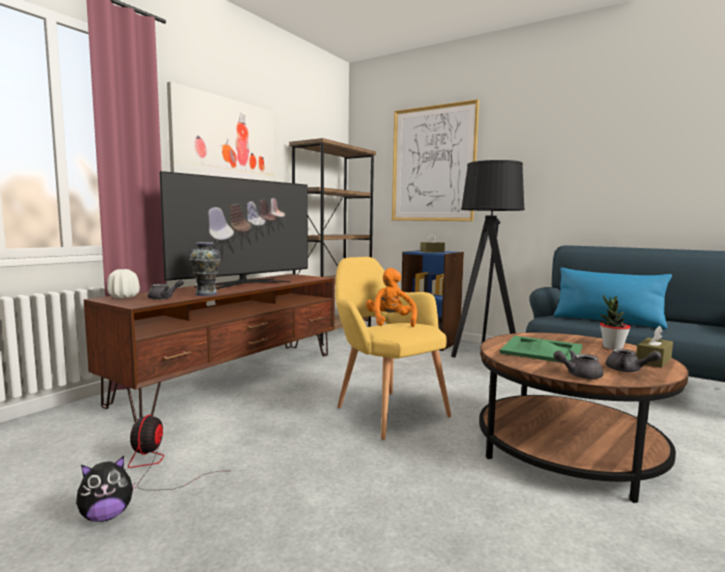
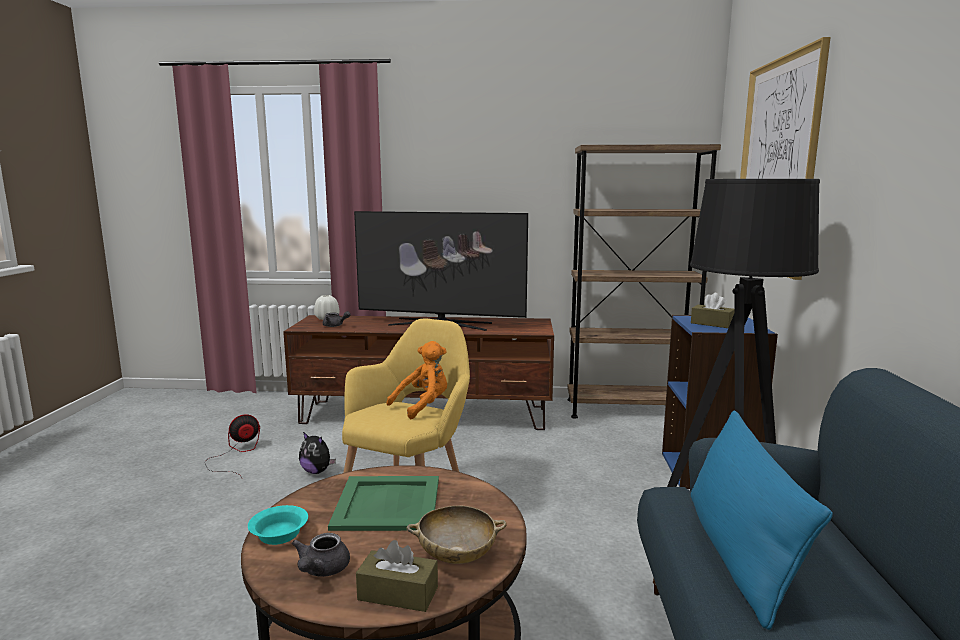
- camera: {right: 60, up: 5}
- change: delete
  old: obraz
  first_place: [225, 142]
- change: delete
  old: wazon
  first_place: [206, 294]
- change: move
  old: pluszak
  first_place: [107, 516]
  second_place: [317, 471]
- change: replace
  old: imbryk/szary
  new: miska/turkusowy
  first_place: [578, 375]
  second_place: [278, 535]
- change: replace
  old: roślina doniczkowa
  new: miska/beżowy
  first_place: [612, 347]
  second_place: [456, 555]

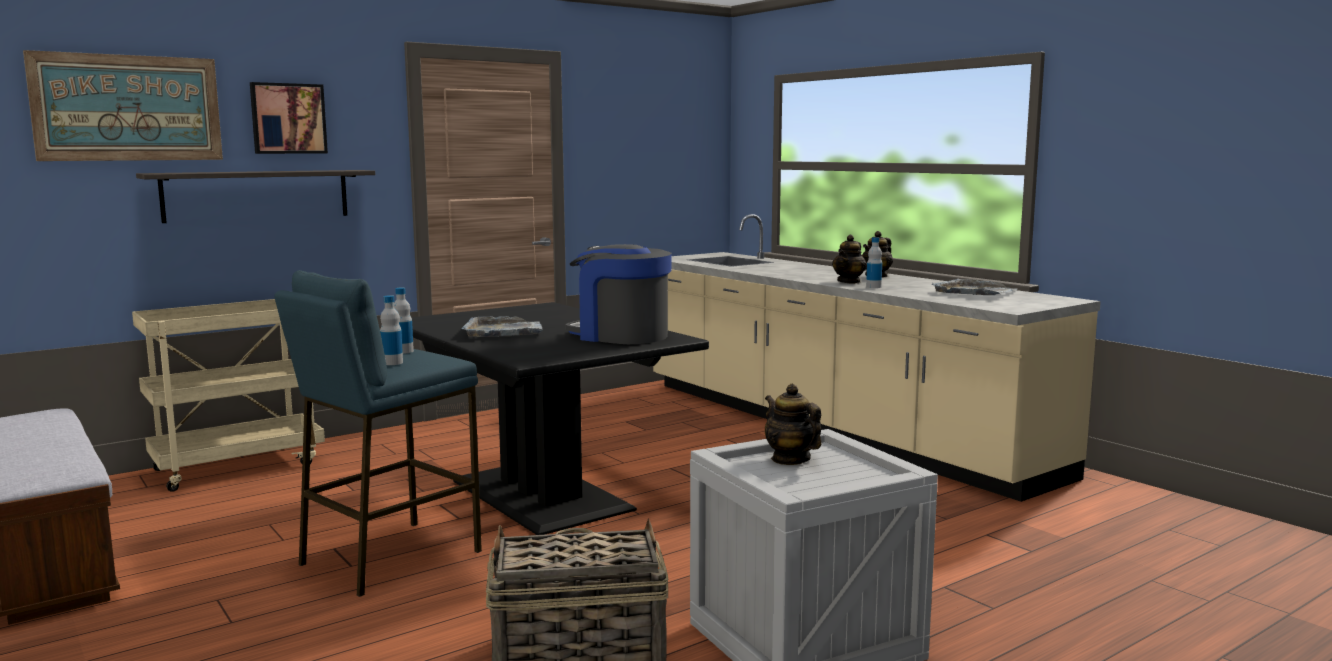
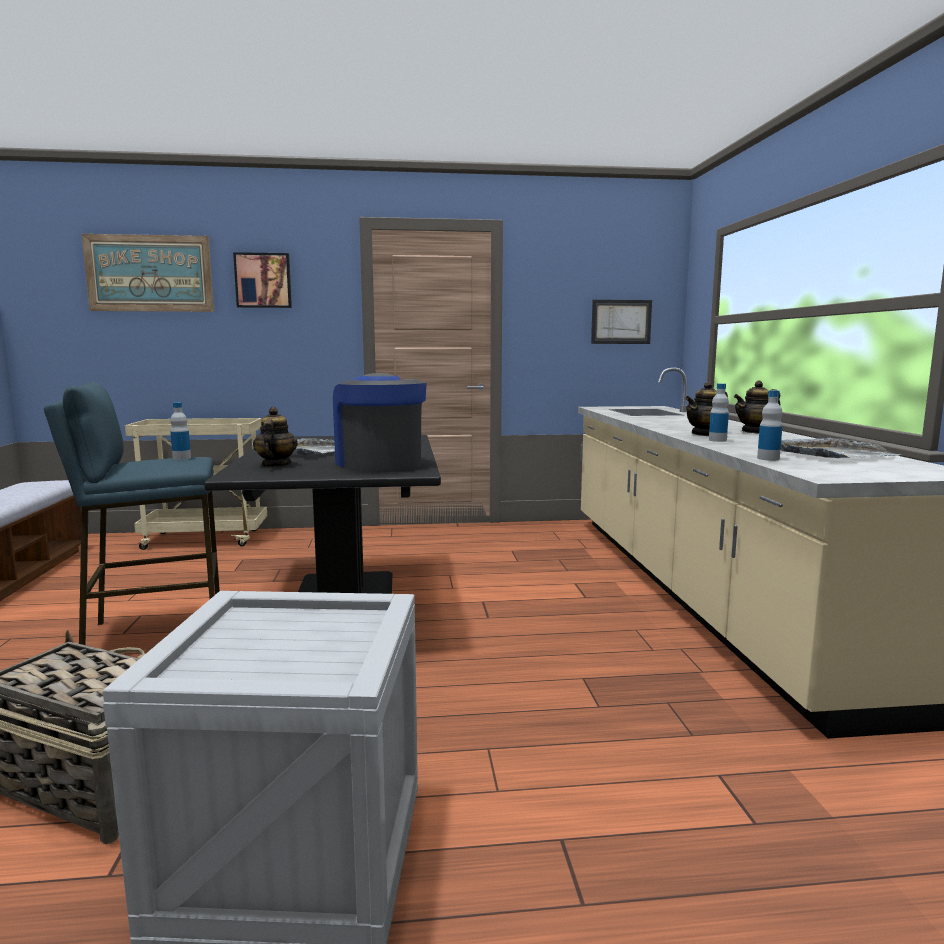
- camera: {right: 30, up: 0}
- change: delete
  old: półka
  first_place: [257, 195]
- change: insert
  new: obraz
  second_place: [621, 322]
- change: move
  old: butelka
  first_place: [392, 363]
  second_place: [768, 459]
- change: move
  old: imbryk
  first_place: [790, 459]
  second_place: [275, 465]

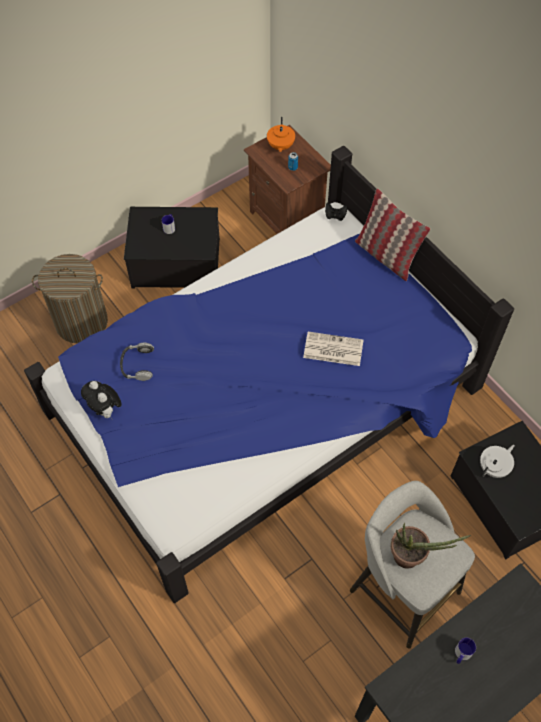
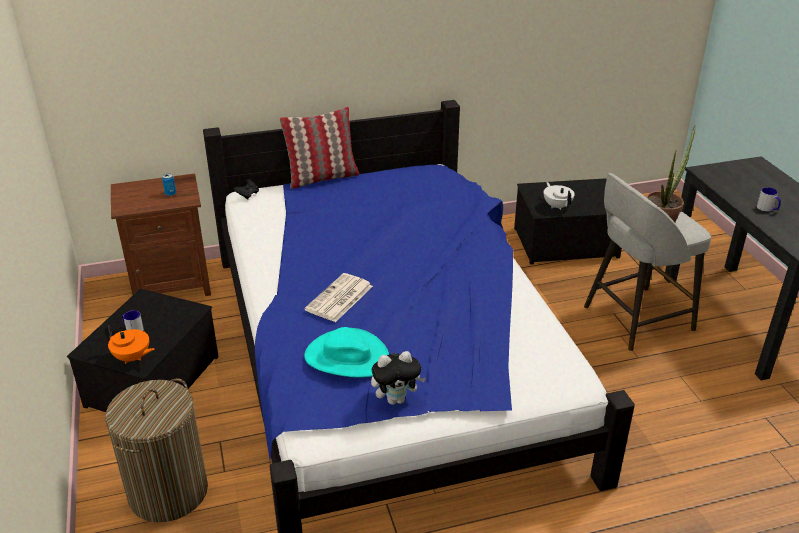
- camera: {right: -70, up: -25}
- change: move
  old: imbryk/pomarańczowy
  first_place: [280, 146]
  second_place: [132, 358]
- change: move
  old: gazeta
  first_place: [332, 349]
  second_place: [339, 299]
- change: replace
  old: słuchawki
  new: kapelusz/turkusowy
  first_place: [137, 365]
  second_place: [346, 357]

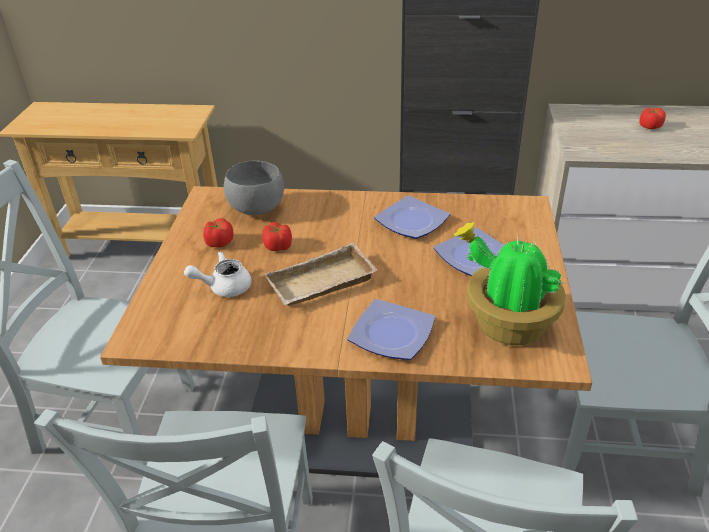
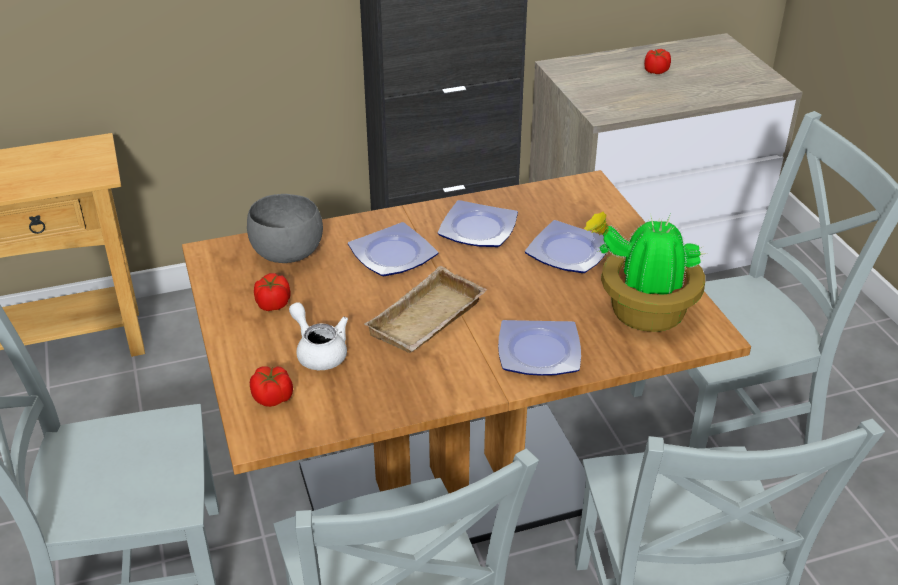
- camera: {right: -25, up: 0}
- change: insert
  new: talerz
  second_place: [393, 254]
- change: move
  old: pomidor
  first_place: [278, 247]
  second_place: [273, 398]
- change: rotate
  old: imbryk/biały
  first_place: [224, 287]
  second_place: [319, 351]
  degrees: 90

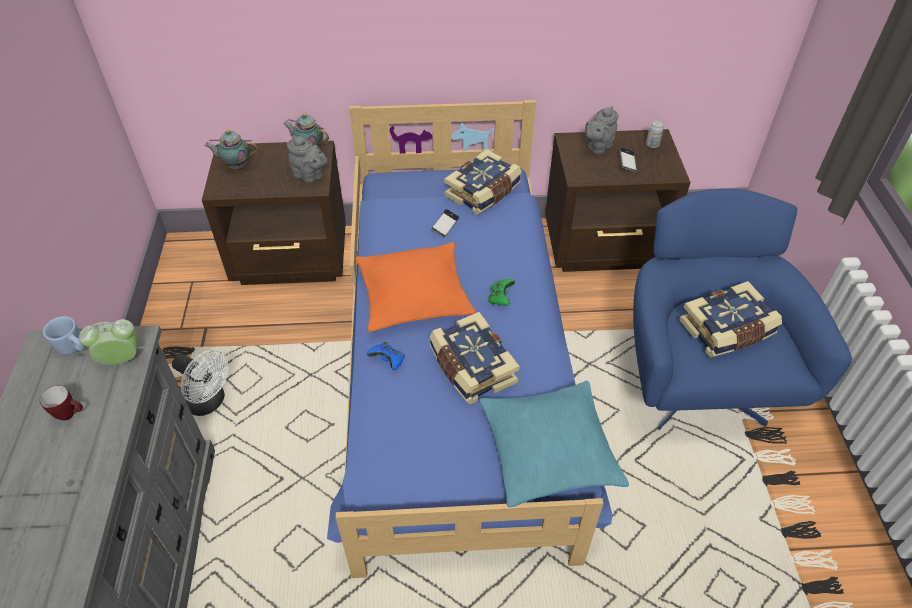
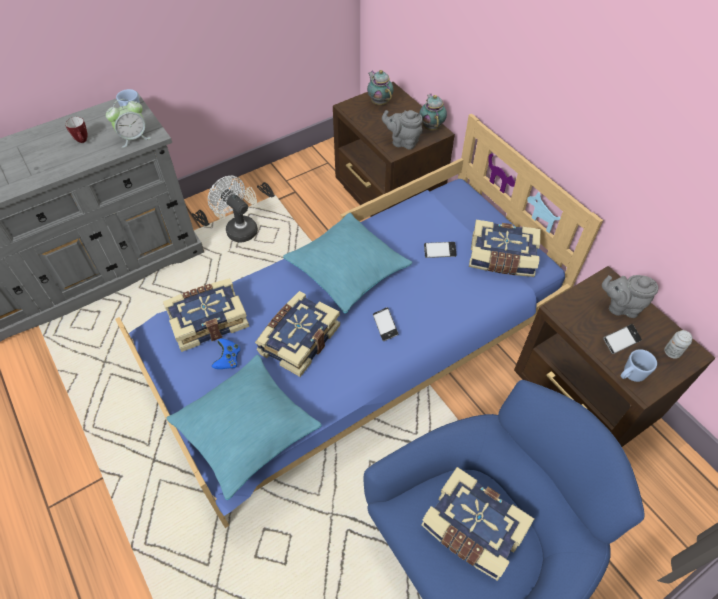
- camera: {right: 60, up: 5}
- change: insert
  new: książka
  second_place: [208, 320]
- change: insert
  new: kubek/niebieski
  second_place: [630, 375]
- change: move
  old: pad do gier/niebieski
  first_place: [388, 361]
  second_place: [228, 359]
- change: replace
  old: pad do gier/zielony
  new: telefon
  first_place: [500, 298]
  second_place: [385, 326]
- change: recolor
  old: poduszka/pomarańczowy
  new: poduszka/turkusowy
  first_place: [414, 295]
  second_place: [347, 269]
- change: rotate
  old: budzik
  first_place: [122, 360]
  second_place: [134, 138]
  degrees: 105
- change: rotate
  old: wentylator/biały
  first_place: [209, 402]
  second_place: [238, 228]
  degrees: 135
- change: rotate
  old: imbryk/szary
  first_place: [310, 175]
  second_place: [403, 142]
  degrees: 105

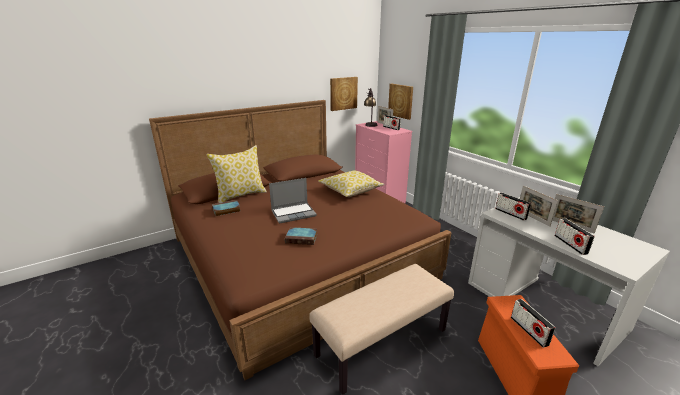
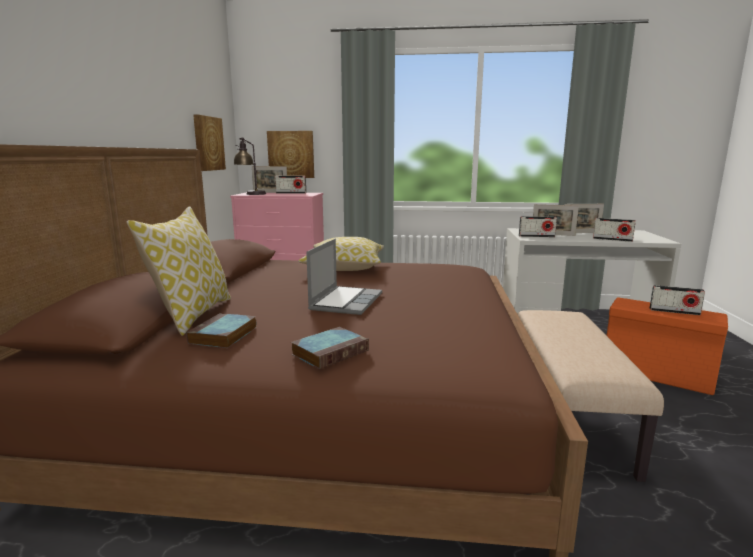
- camera: {right: -50, up: -10}
- change: move
  old: książka
  first_place: [302, 238]
  second_place: [331, 352]

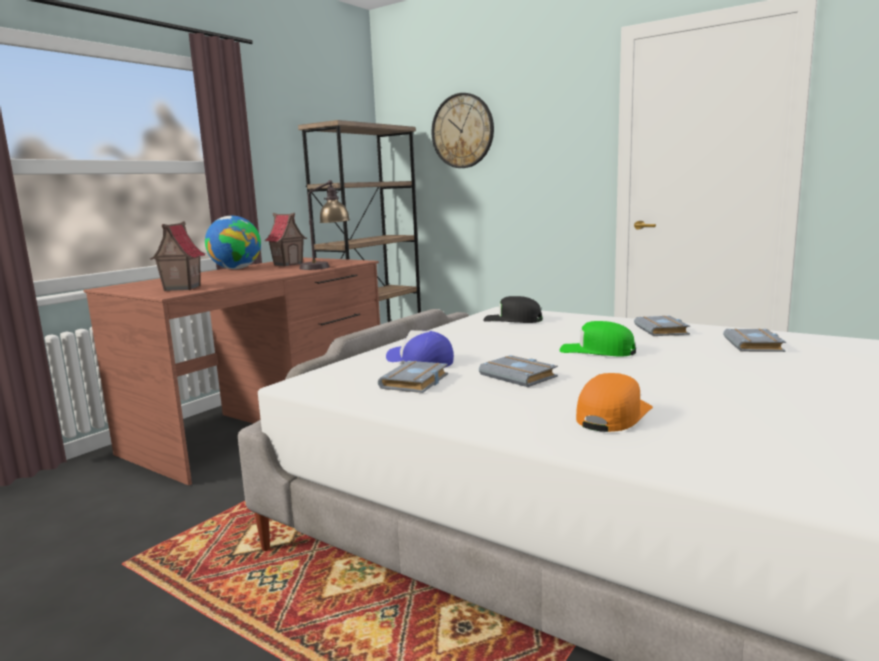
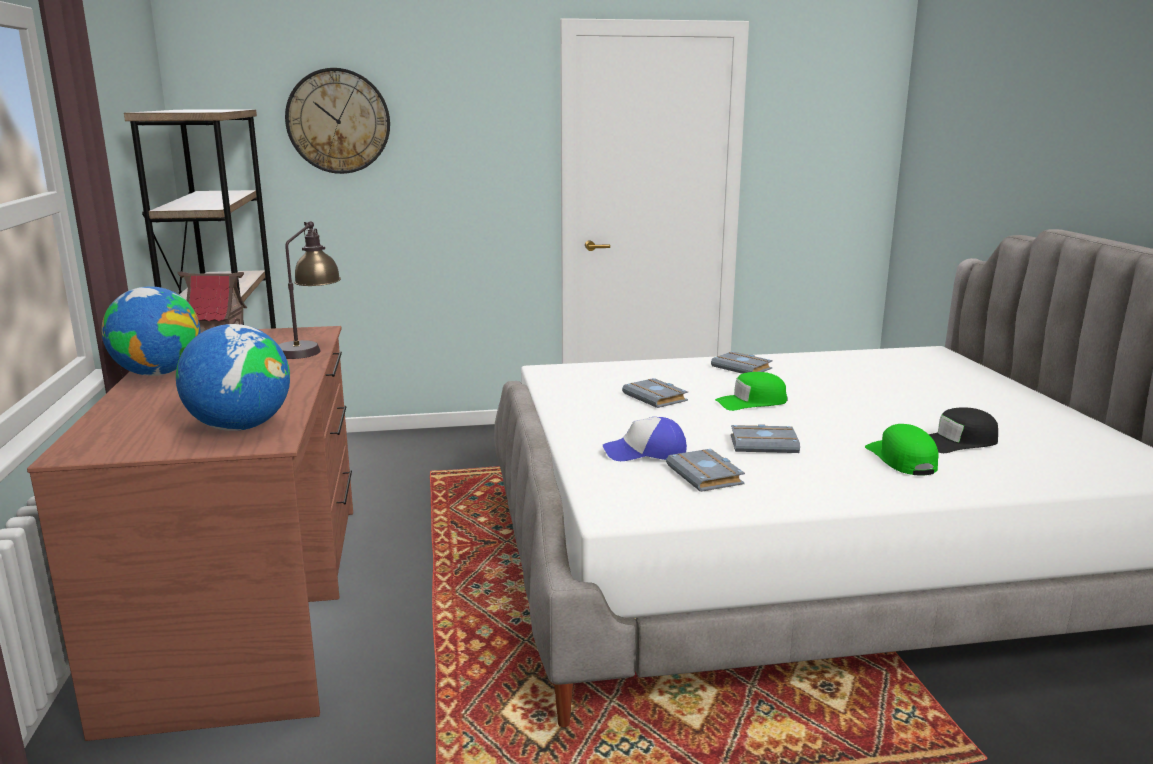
- camera: {right: -45, up: 5}
- change: move
  old: czapka z daszkiem/czarny
  first_place: [513, 320]
  second_place: [958, 442]
- change: move
  old: książka/szary
  first_place: [755, 345]
  second_place: [657, 398]
- change: replace
  old: domek
  new: globus
  first_place: [181, 288]
  second_place: [240, 427]
- change: recolor
  old: czapka z daszkiem/pomarańczowy
  new: czapka z daszkiem/zielony
  first_place: [613, 415]
  second_place: [901, 459]

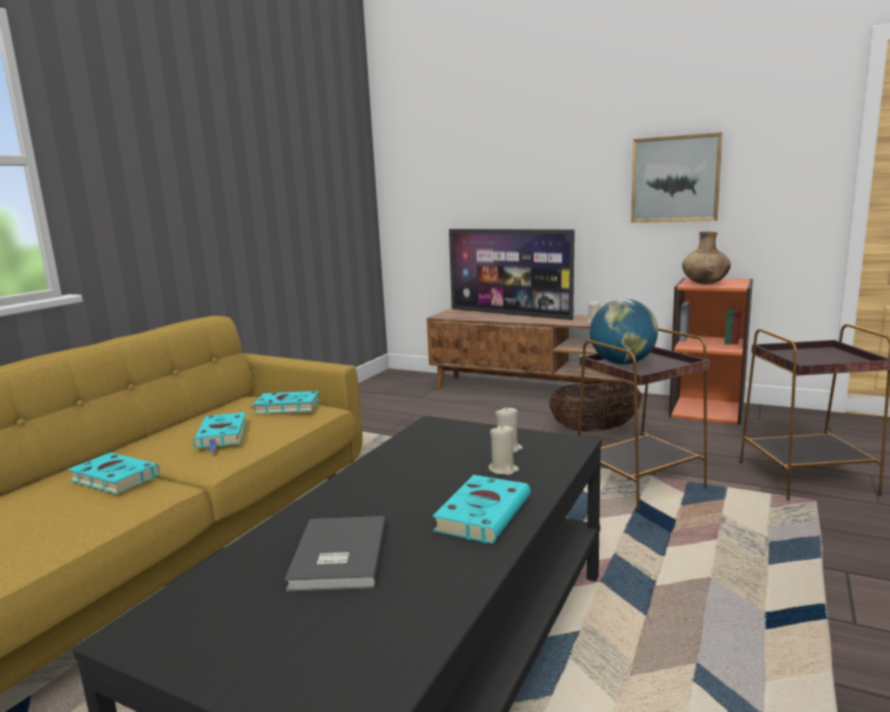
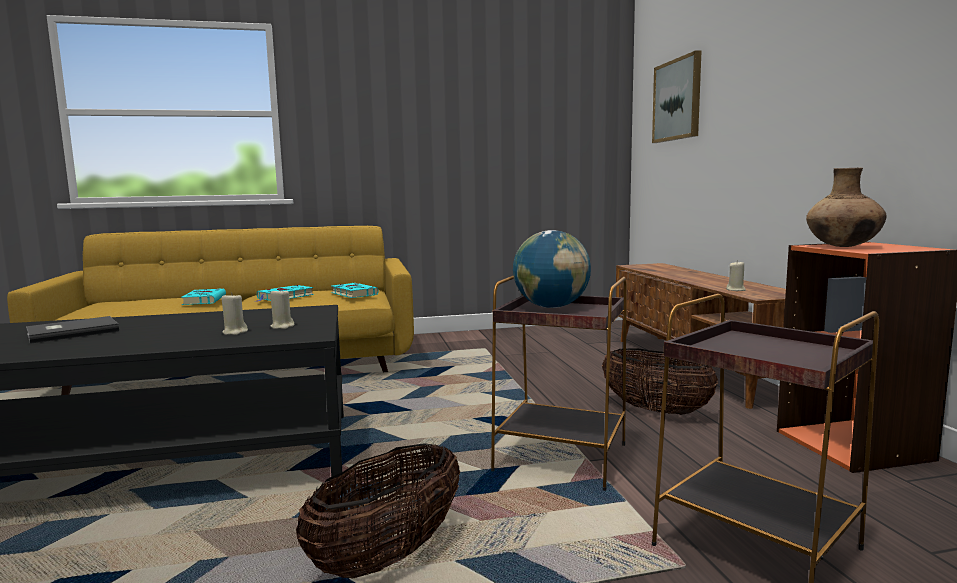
- camera: {right: 50, up: -5}
- change: delete
  old: książka/turkusowy
  first_place: [484, 513]
- change: delete
  old: telewizor
  first_place: [510, 314]
- change: insert
  new: koszyk
  second_place: [388, 556]
- change: move
  old: obraz
  first_place: [675, 179]
  second_place: [677, 100]

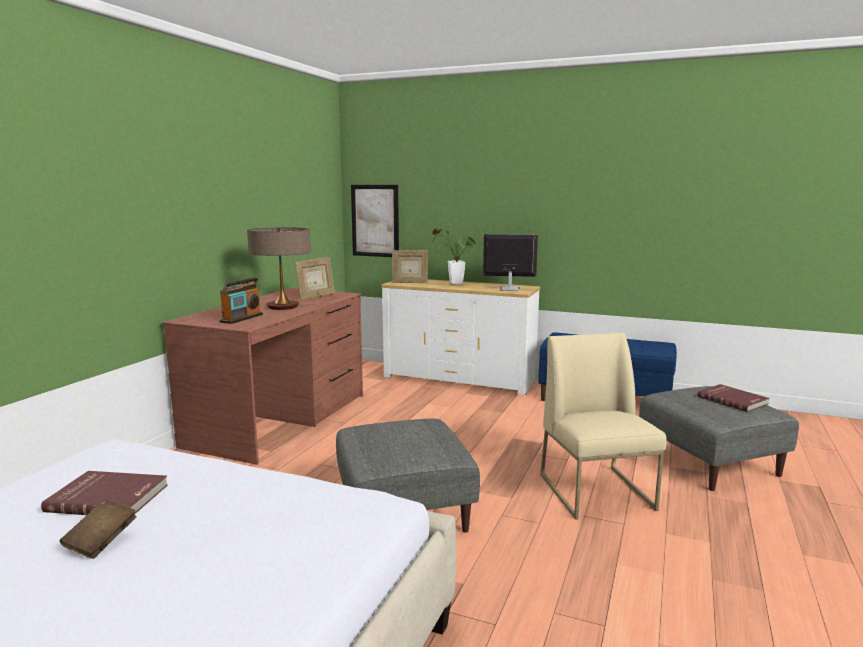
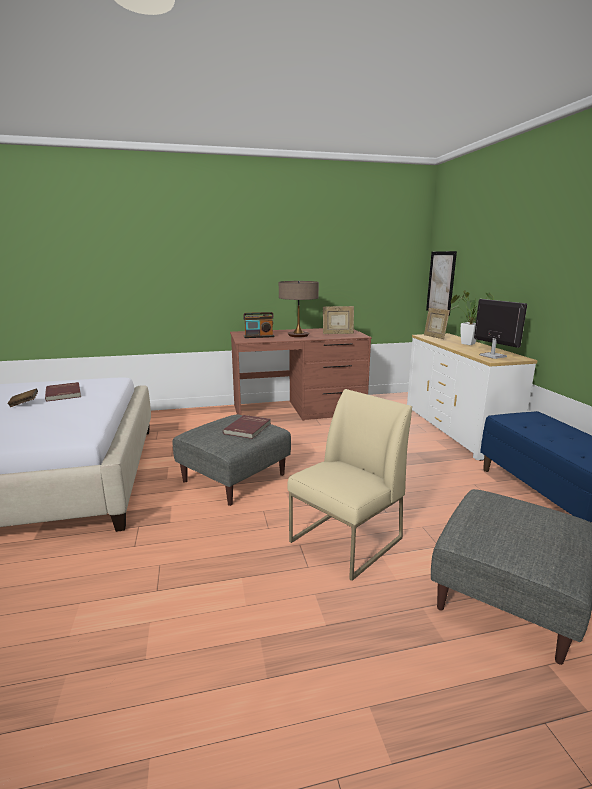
- camera: {right: 55, up: 5}
- change: move
  old: książka/czerwony
  first_place: [733, 400]
  second_place: [248, 428]

